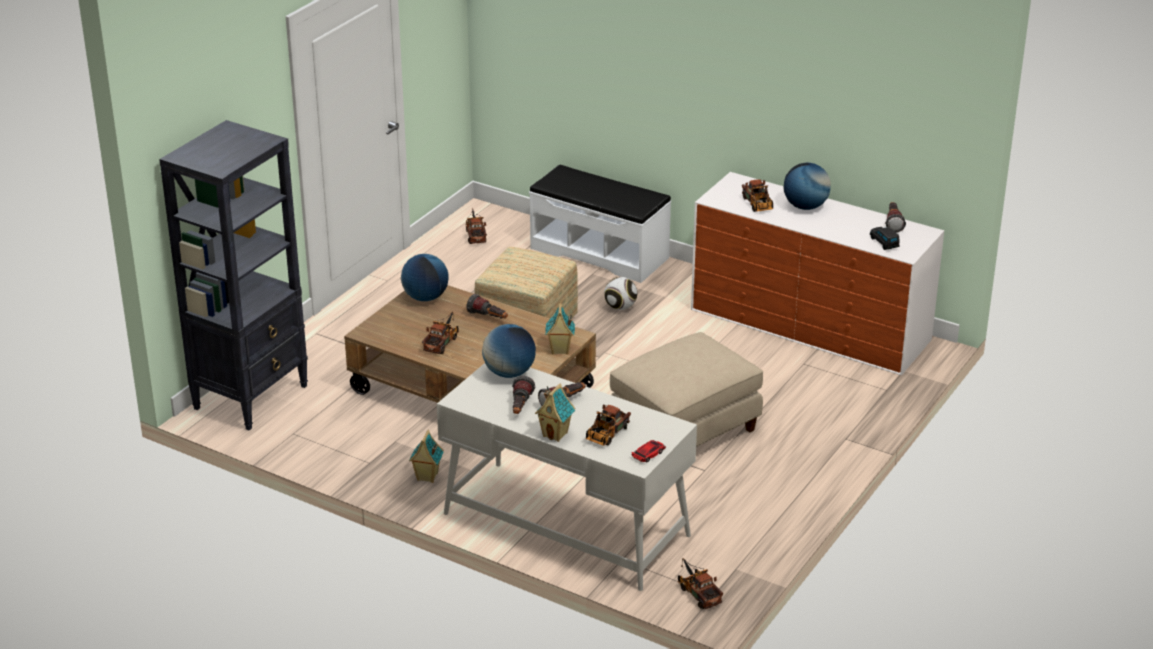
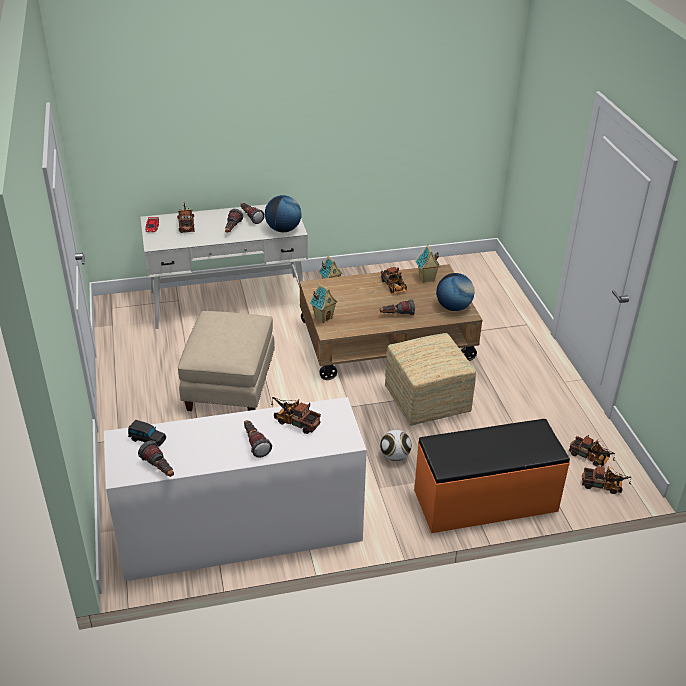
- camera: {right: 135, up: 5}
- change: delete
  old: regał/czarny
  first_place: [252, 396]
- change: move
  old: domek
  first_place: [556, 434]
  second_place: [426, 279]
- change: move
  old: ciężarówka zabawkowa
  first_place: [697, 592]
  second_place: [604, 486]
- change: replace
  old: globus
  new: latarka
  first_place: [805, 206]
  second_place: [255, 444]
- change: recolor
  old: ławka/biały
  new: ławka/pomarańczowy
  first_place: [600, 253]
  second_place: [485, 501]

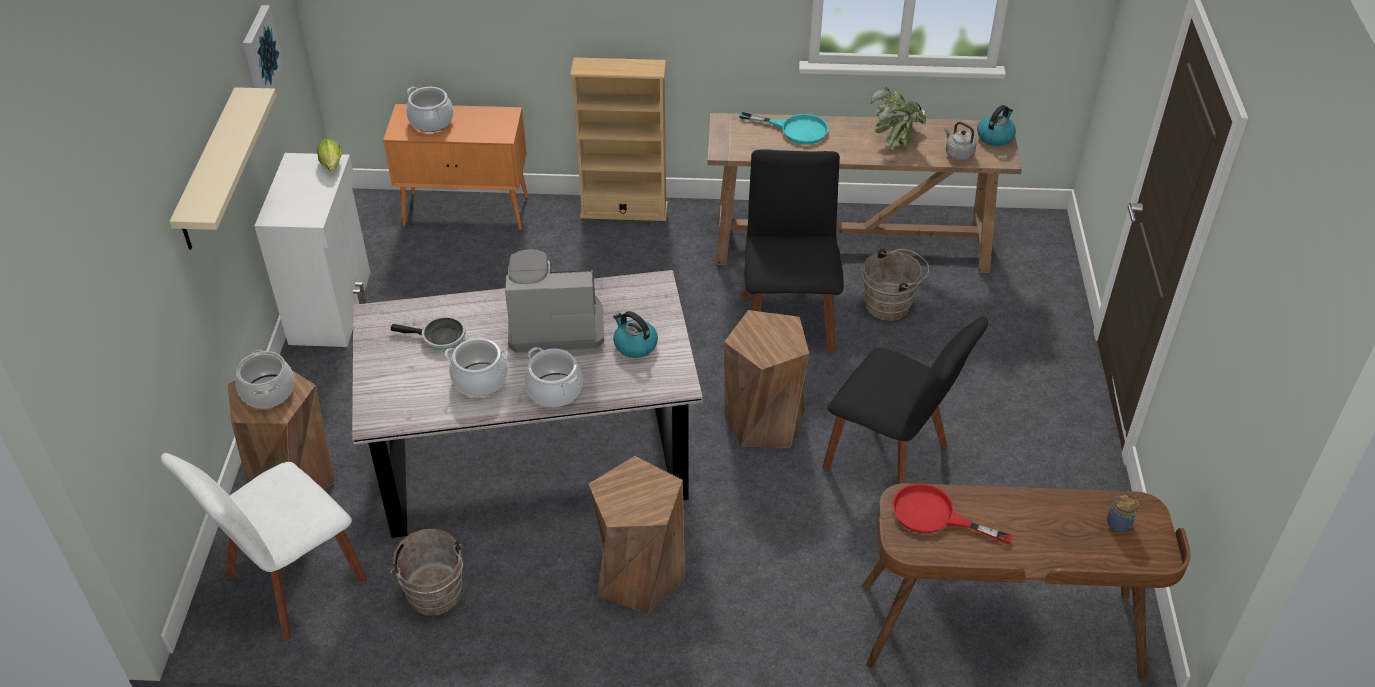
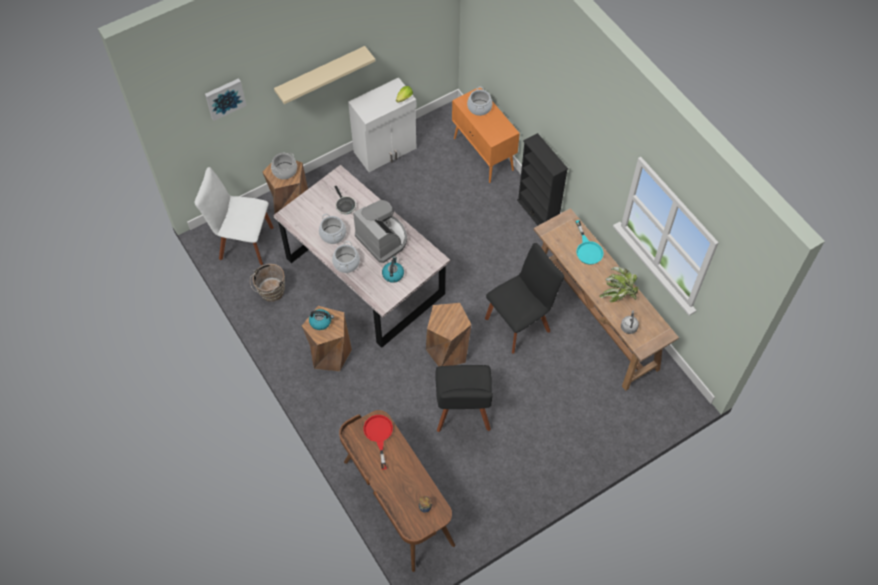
- camera: {right: 55, up: 15}
- change: delete
  old: wiadro/brązowy
  first_place: [891, 305]
- change: move
  old: obraz
  first_place: [259, 53]
  second_place: [224, 98]
- change: move
  old: czajnik
  first_place: [995, 137]
  second_place: [321, 322]
- change: recolor
  old: regał/beżowy
  new: regał/czarny
  first_place: [624, 210]
  second_place: [537, 213]

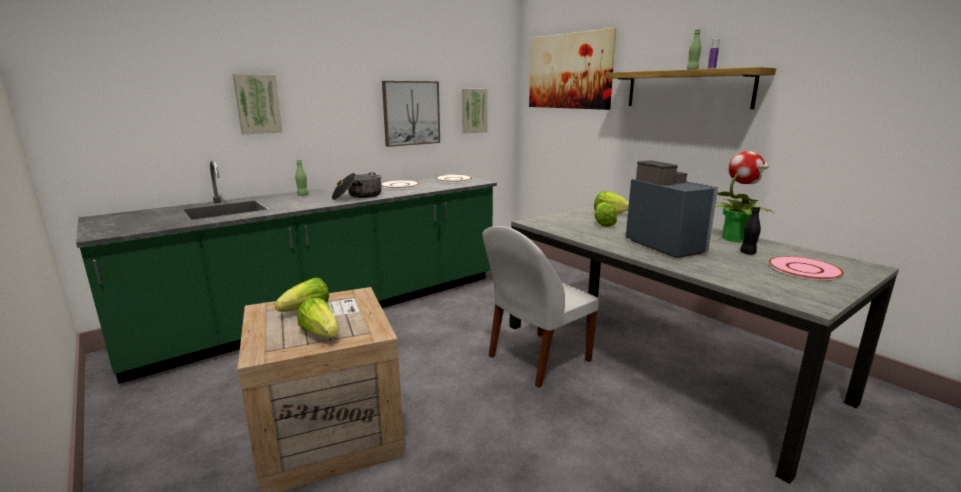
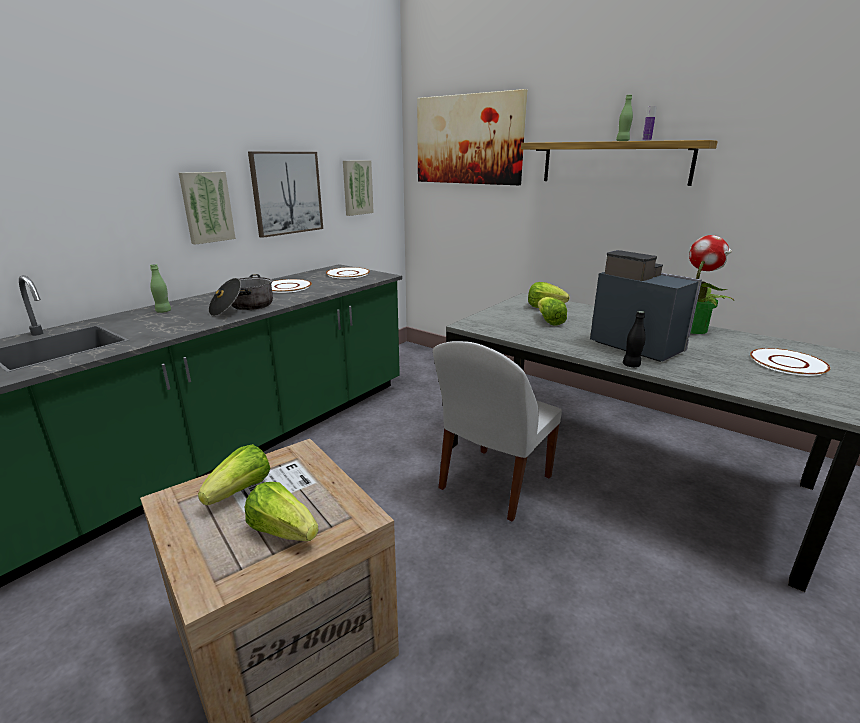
- camera: {right: -15, up: 5}
- change: move
  old: obraz
  first_place: [257, 104]
  second_place: [206, 207]
- change: move
  old: butelka/czarny
  first_place: [747, 253]
  second_place: [631, 365]
- change: recolor
  old: talerz/różowy
  new: talerz/biały
  first_place: [803, 269]
  second_place: [787, 363]

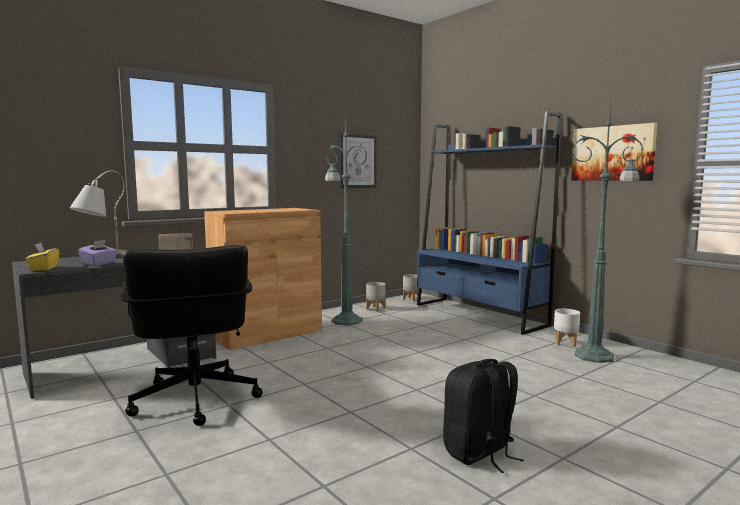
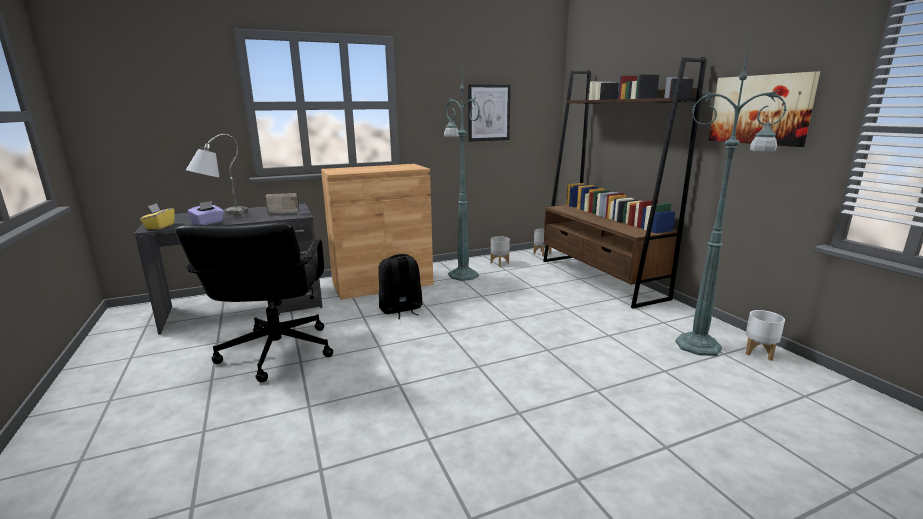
- camera: {right: 15, up: 10}
- change: move
  old: plecak/czarny
  first_place: [479, 453]
  second_place: [401, 310]
- change: move
  old: donica/biały
  first_place: [565, 343]
  second_place: [759, 352]
- change: recolor
  old: regał/niebieski
  new: regał/brązowy
  first_place: [479, 315]
  second_place: [600, 278]

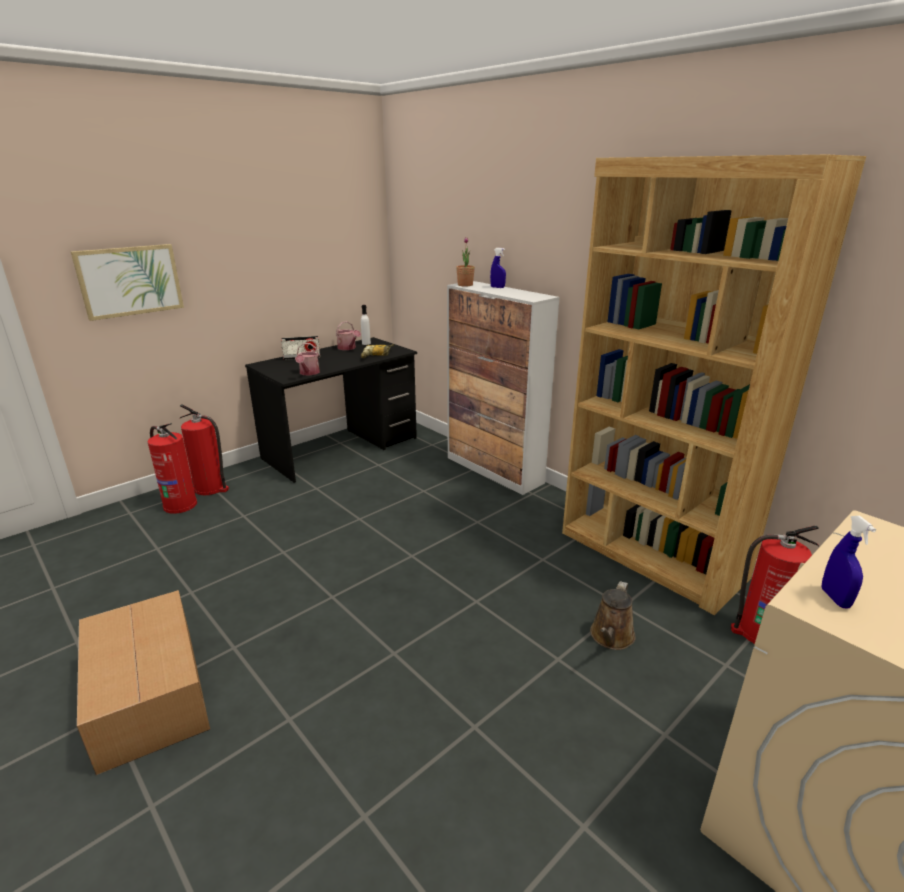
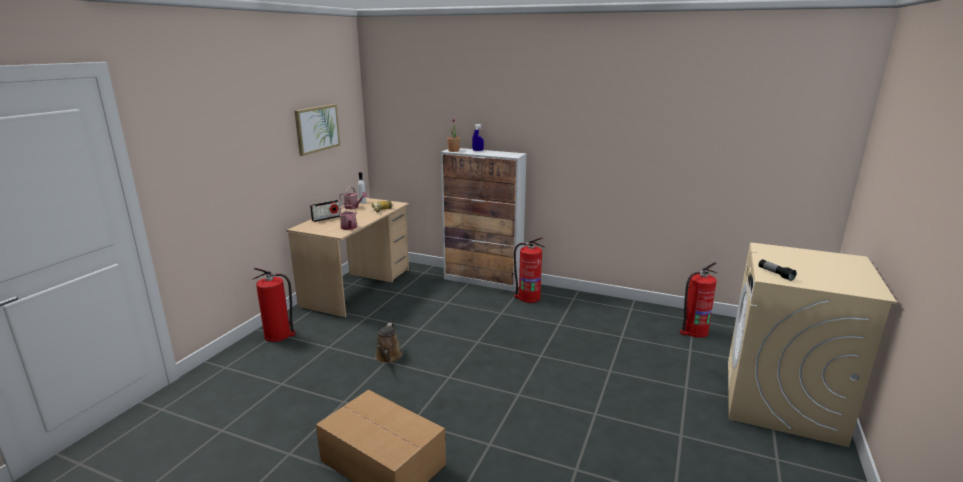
- camera: {right: -25, up: -5}
- change: delete
  old: regał/brązowy
  first_place: [650, 555]
- change: move
  old: obraz
  first_place: [130, 281]
  second_place: [317, 129]
- change: move
  old: gaśnica
  first_place: [179, 505]
  second_place: [528, 297]
- change: move
  old: konewka/brązowy
  first_place: [611, 637]
  second_place: [388, 357]
- change: replace
  old: spryskiwacz/niebieski
  new: latarka
  first_place: [835, 598]
  second_place: [775, 274]
- change: recolor
  old: biurko/czarny
  new: biurko/beżowy
  first_place: [341, 448]
  second_place: [357, 287]

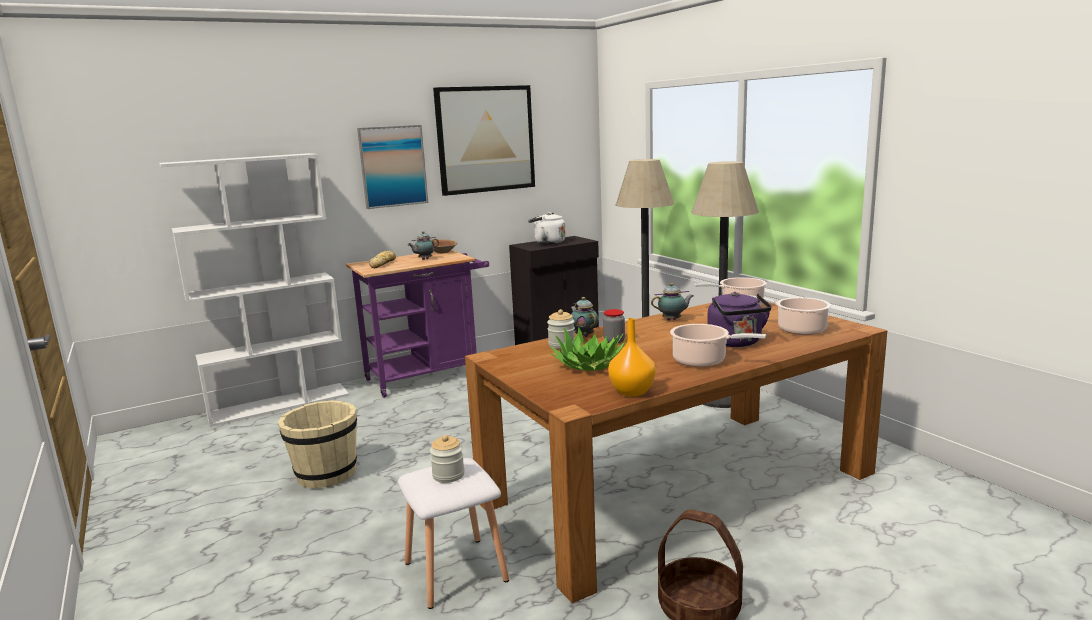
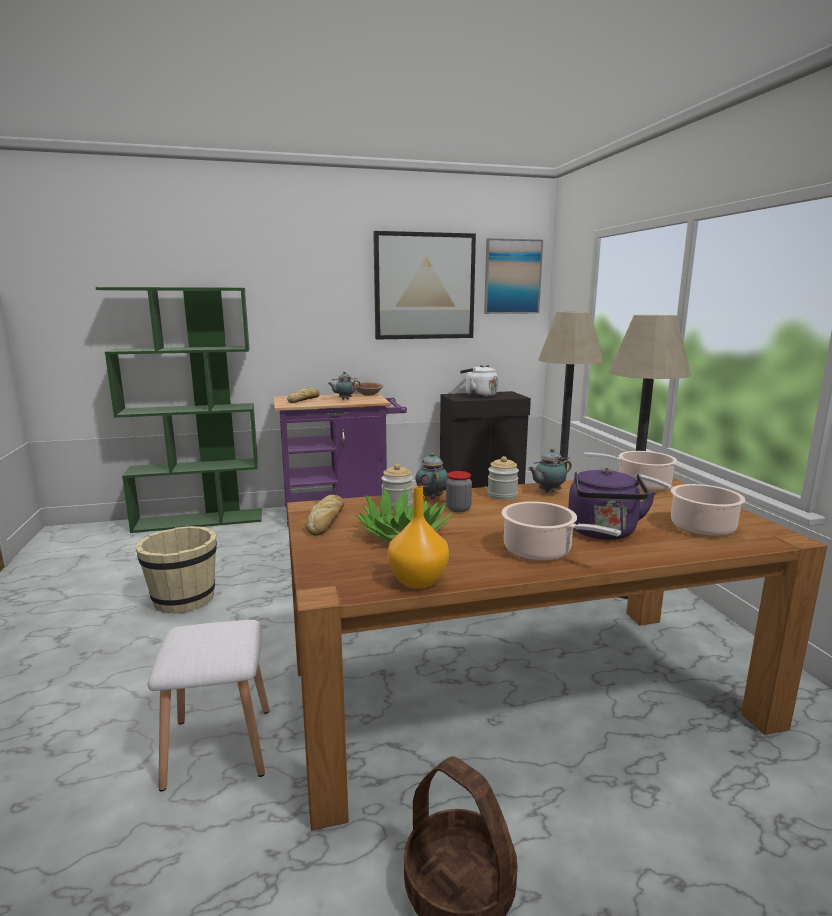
- camera: {right: 15, up: 0}
- change: insert
  new: chleb
  second_place: [326, 521]
- change: move
  old: obraz
  first_place: [393, 166]
  second_place: [512, 277]
- change: move
  old: słoik
  first_place: [448, 475]
  second_place: [502, 495]
- change: recolor
  old: regał/biały
  new: regał/zielony
  first_place: [280, 404]
  second_place: [200, 520]
- change: rotate
  old: imbryk
  first_place: [673, 320]
  second_place: [548, 492]
  degrees: 150

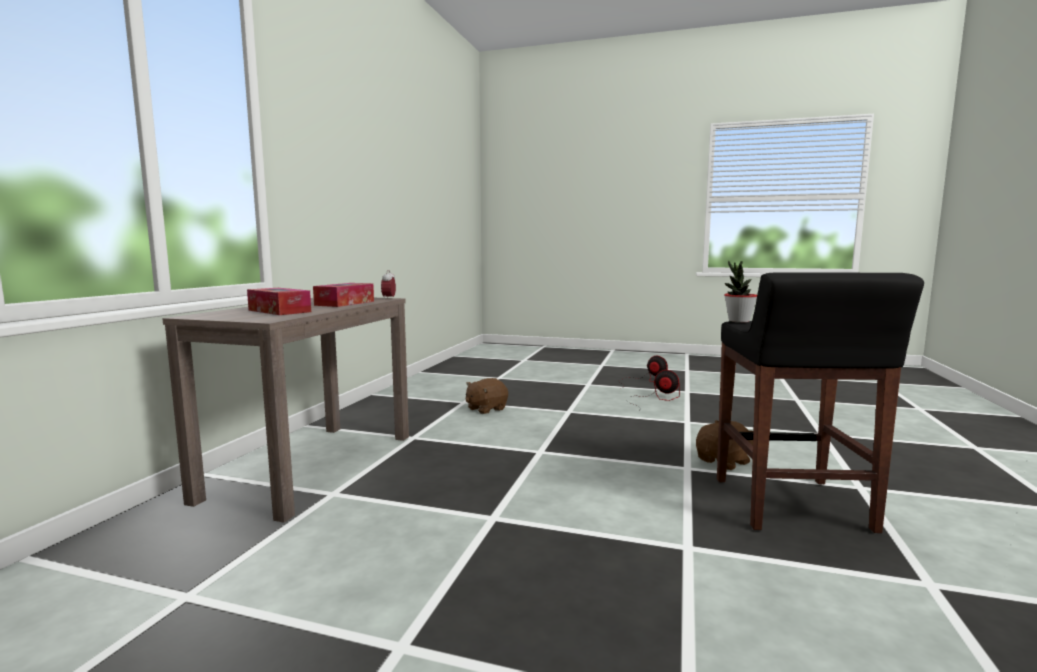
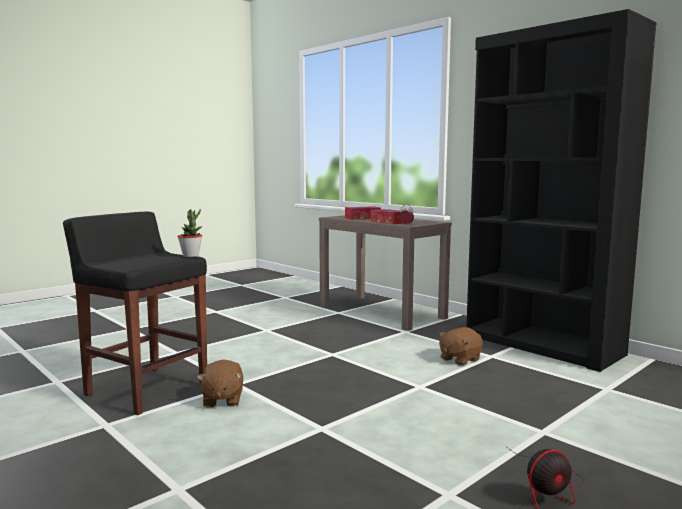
- camera: {right: 120, up: 0}
- change: delete
  old: wentylator
  first_place: [655, 399]
- change: insert
  new: regał/czarny
  second_place: [542, 345]
- change: rotate
  old: pluszak/brązowy
  first_place: [486, 409]
  second_place: [459, 359]
  degrees: -120

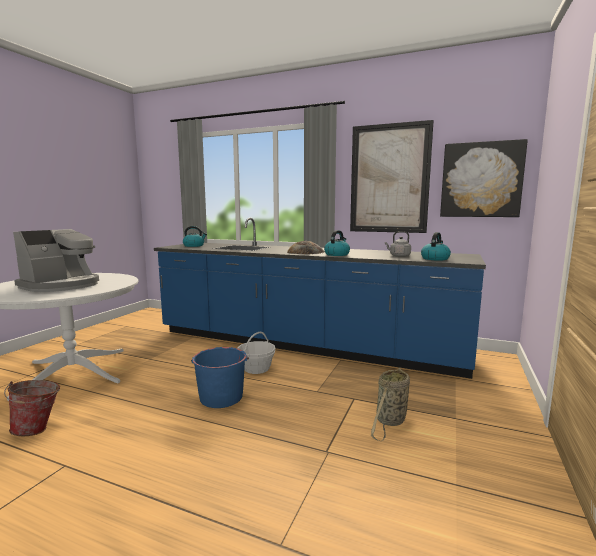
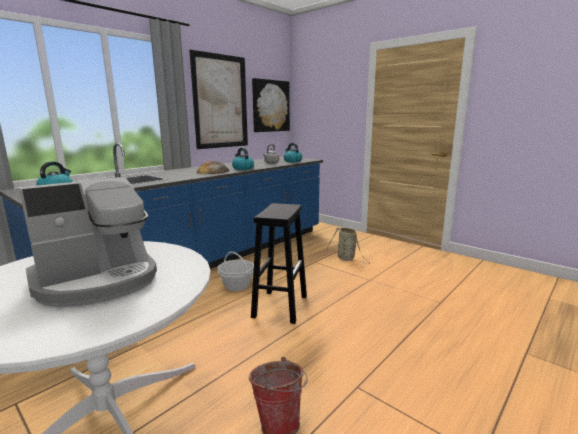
- camera: {right: -70, up: 5}
- change: replace
  old: wiadro/niebieski
  new: stołek/czarny
  first_place: [221, 397]
  second_place: [280, 306]
- change: rotate
  old: ekspres do kawy
  first_place: [62, 285]
  second_place: [98, 280]
  degrees: 90

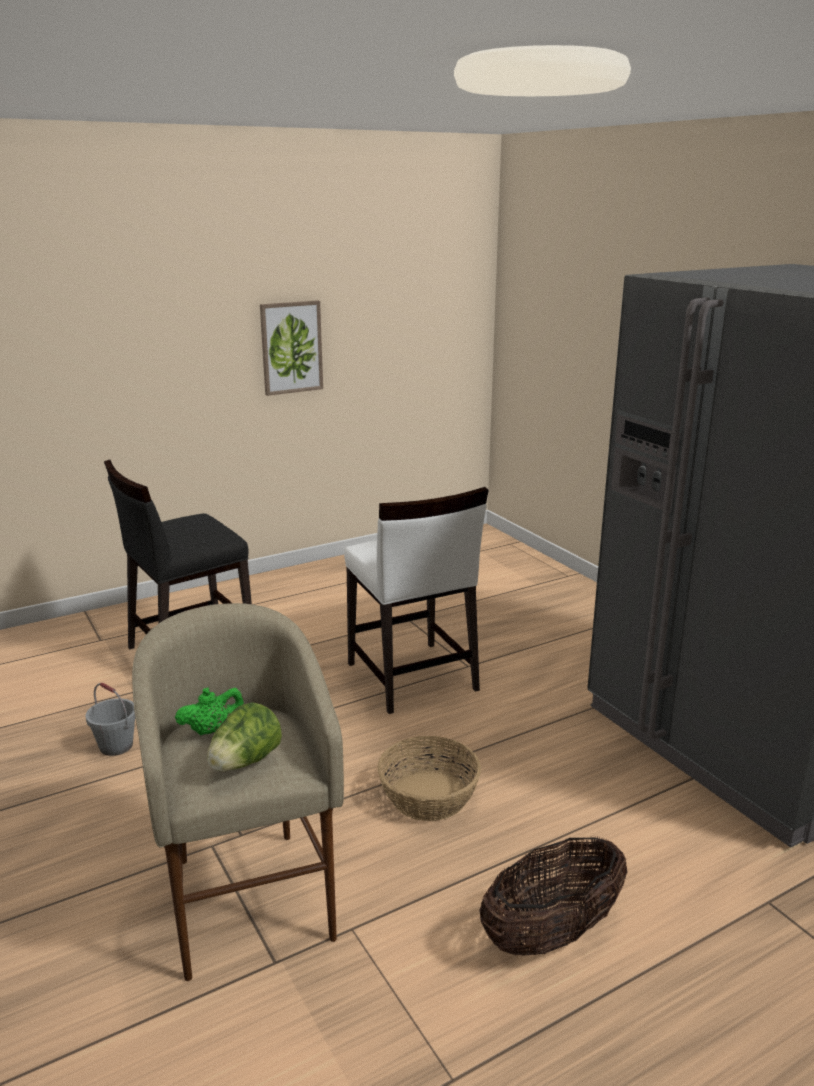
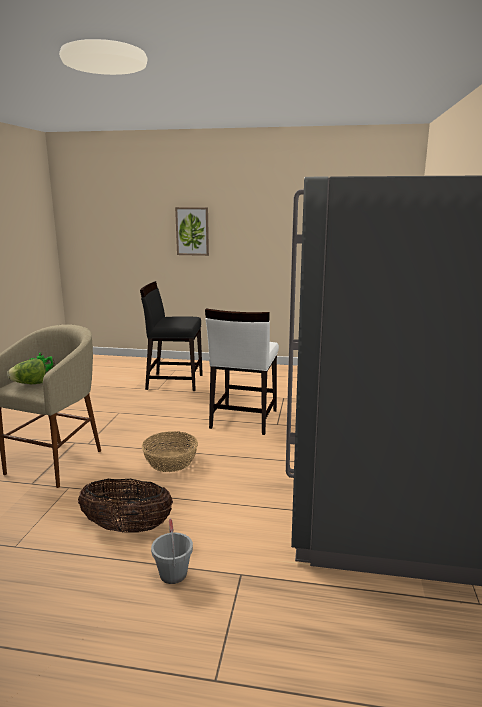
- camera: {right: 40, up: -5}
- change: move
  old: wiadro/szary
  first_place: [116, 746]
  second_place: [173, 574]
- change: move
  old: obraz
  first_place: [291, 347]
  second_place: [192, 231]

